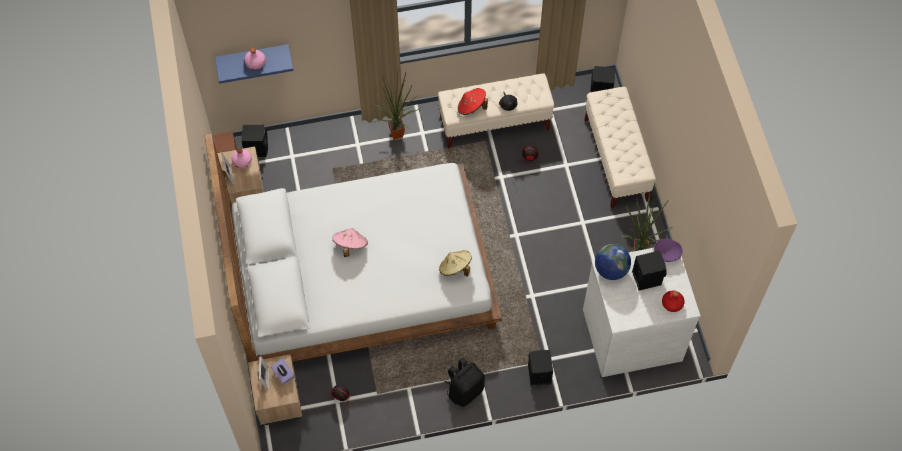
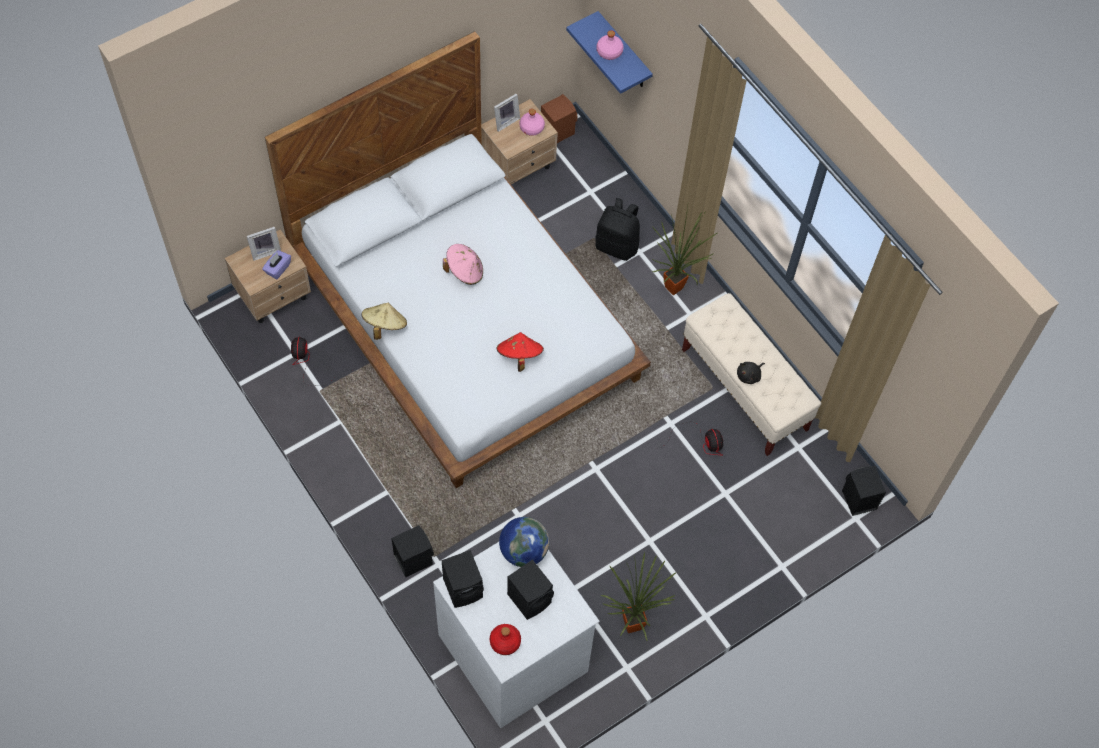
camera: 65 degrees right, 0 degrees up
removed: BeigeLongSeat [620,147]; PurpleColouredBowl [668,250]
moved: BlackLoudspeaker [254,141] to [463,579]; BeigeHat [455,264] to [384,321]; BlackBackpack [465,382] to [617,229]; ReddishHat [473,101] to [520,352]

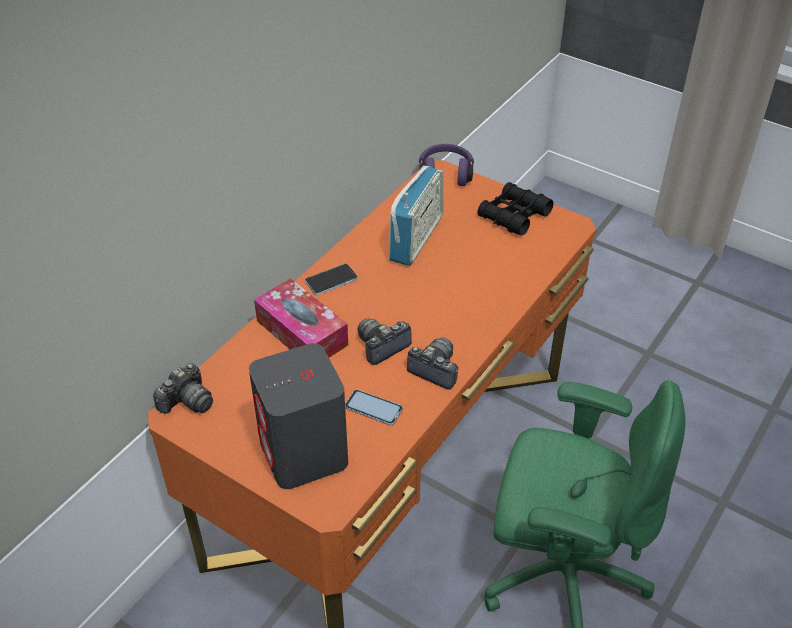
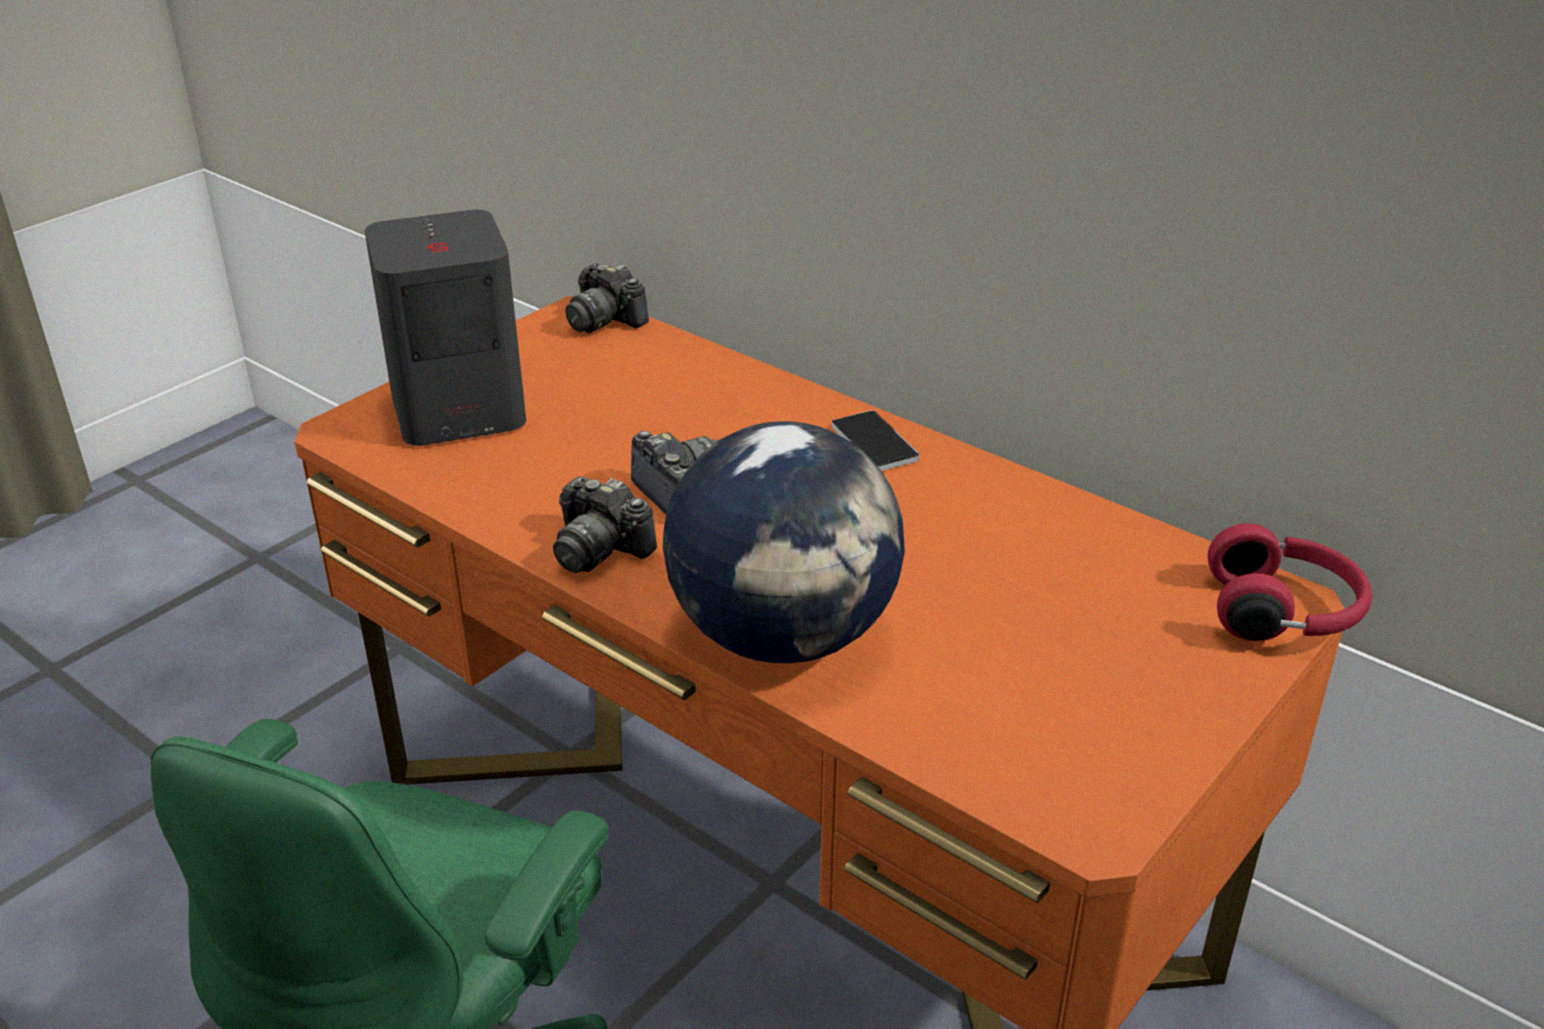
camera: 95 degrees right, 10 degrees down
removed: BoxOfTissues [301,318]; Handset [374,407]; RadioSet [416,215]; BlackPairOfBinoculars [515,209]
added: Globe [784,542]
recoloured: PurpleColouredPairOfHeadphones [446,165] to ReddishPairOfHeadphones [1290,582]
turned: StillCamera [433,364] = [605,524] 90 degrees clockwise

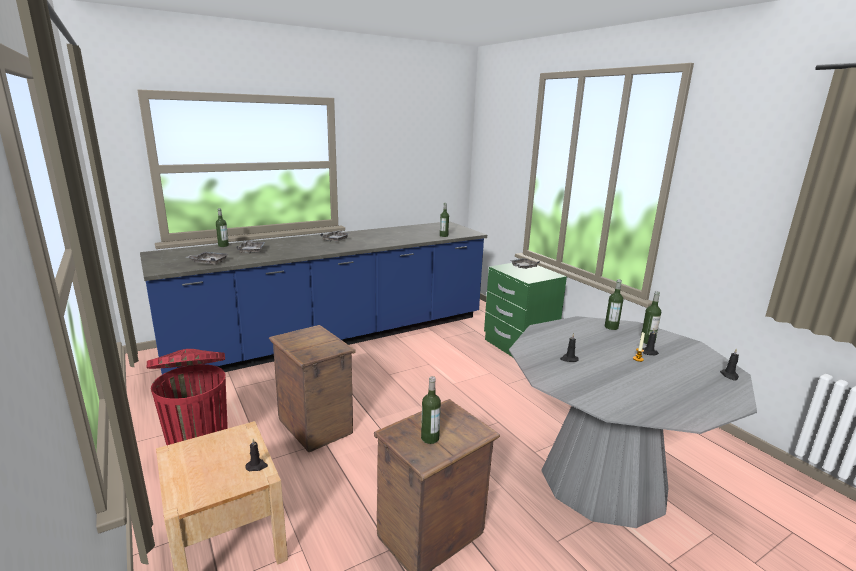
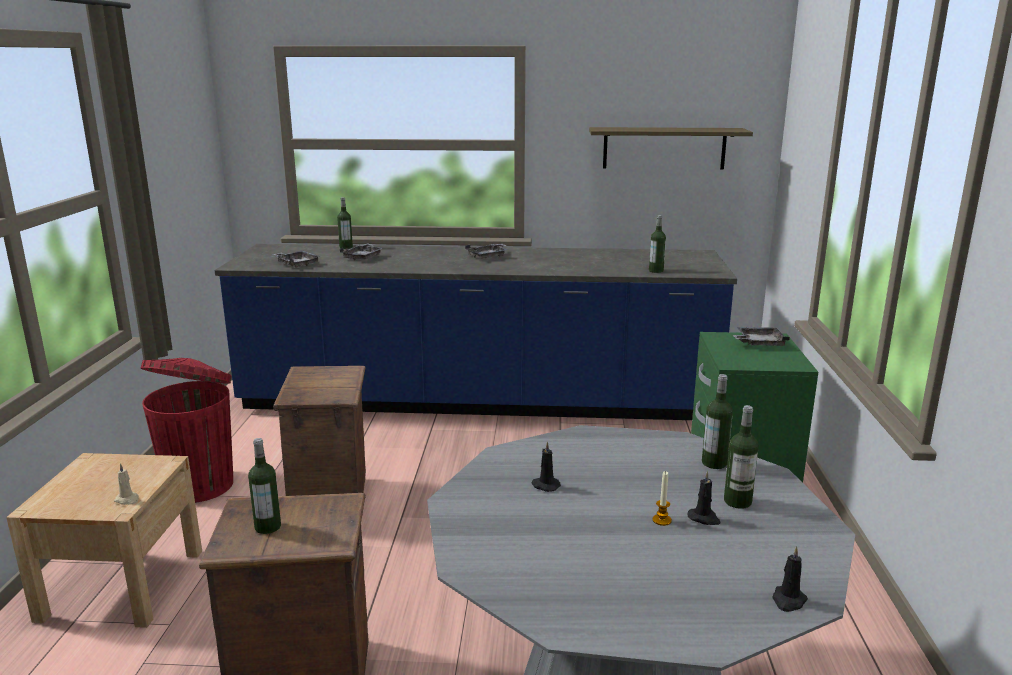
camera: 35 degrees right, 0 degrees up
added: Shelf [671,148]
recoloured: BlackWaxCandle [257,455] to BeigeWaxCandle [126,484]

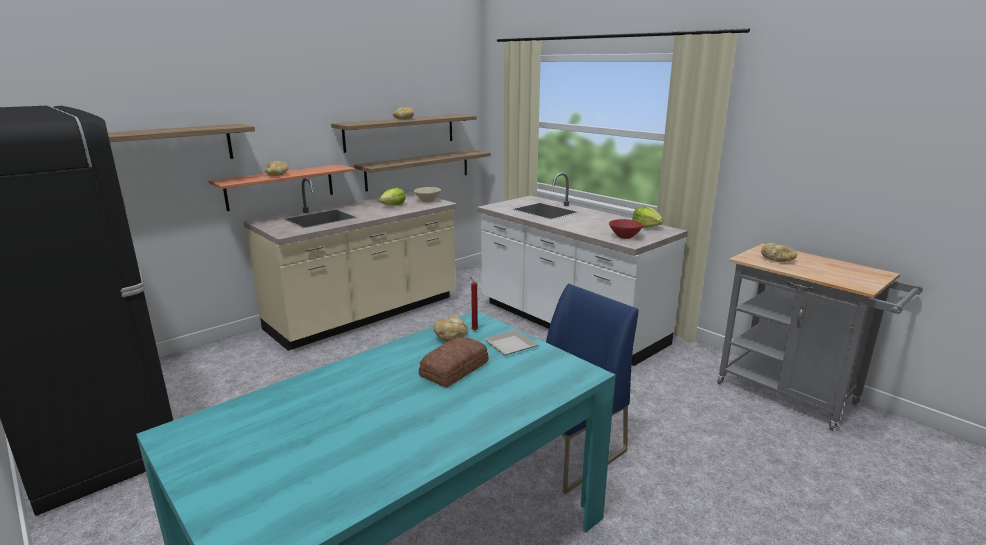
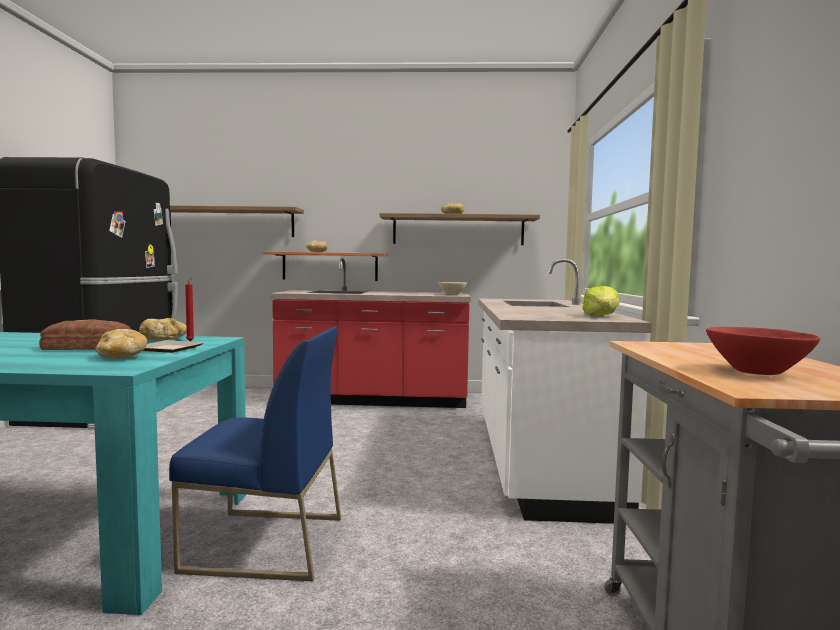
camera: 45 degrees right, 15 degrees down
removed: Shelf [422,170]; LettuceHead [392,196]
moved: ReddishBowl [626,229] to [763,351]; Bread [779,252] to [121,344]
recoloured: BeigeKitchenCounter [350,264] to ReddishKitchenCounter [370,333]

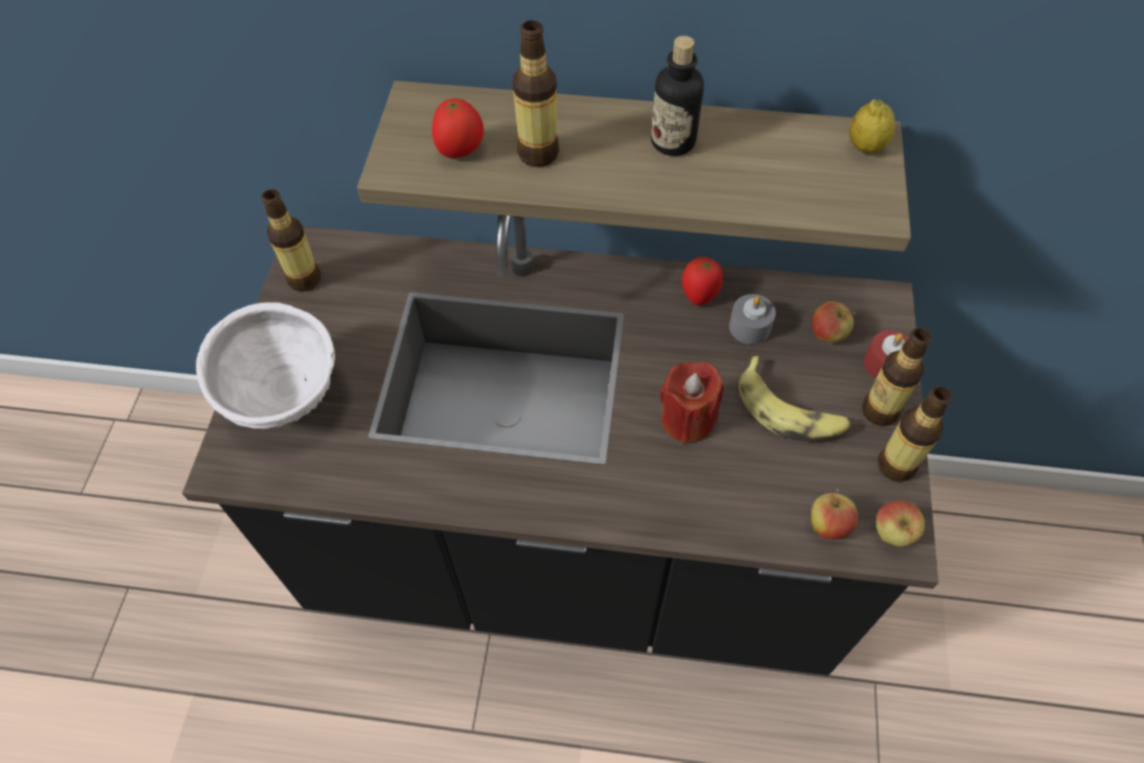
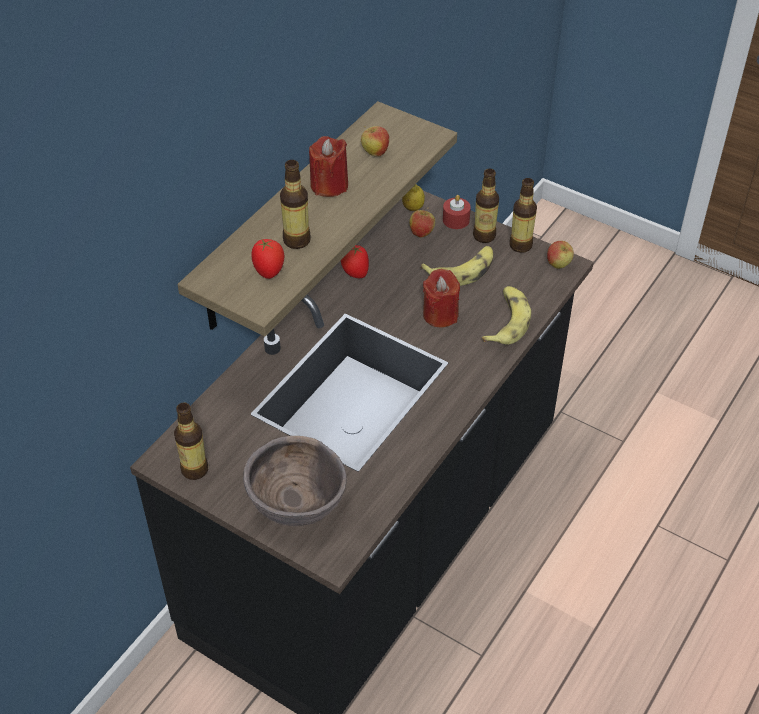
camera: 65 degrees left, 10 degrees down
removed: GreyWaxCandle [752,319]
added: WholeBanana [506,315]
moved: WholeApple [834,514] to [375,141]; WholeLemon [872,126] to [413,197]
replaced: DrinkBottle [677,96] to ReddishWaxCandle [328,166]
recoloured: WhiteBowl [265,366] to BrownishBowl [295,481]

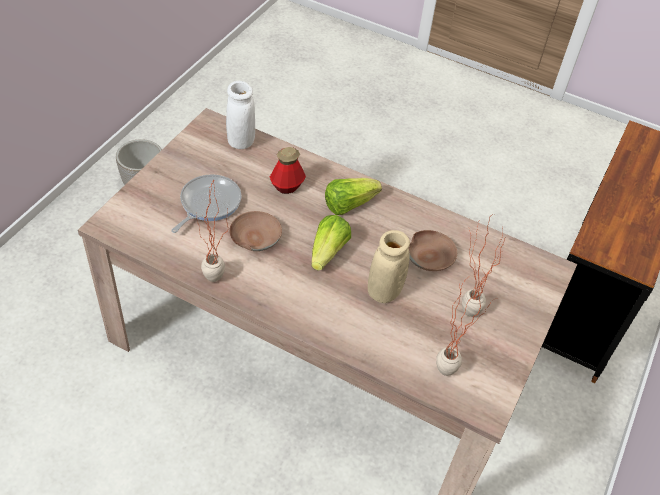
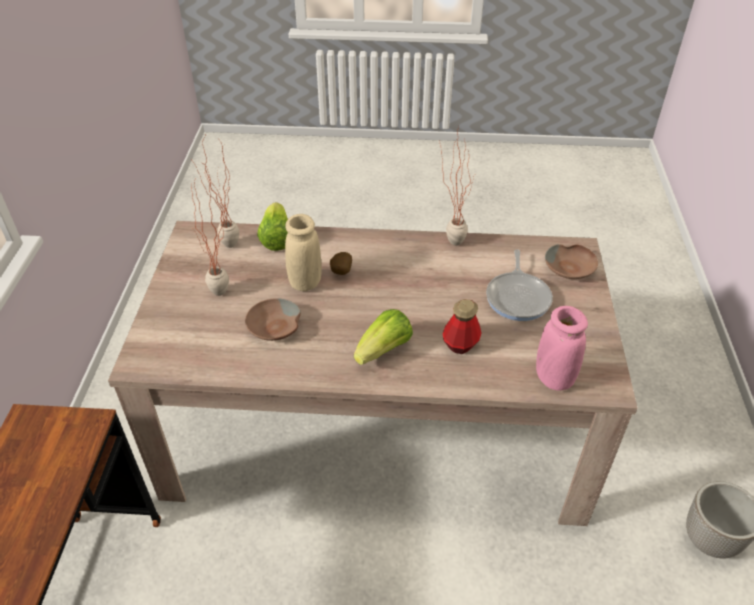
camera: 160 degrees right, 5 degrees down
added: WholePotato [341,263]
moved: BrownishBowl [255,231] to [571,261]; LettuceHead [331,243] to [272,226]
recoloured: WhiteVase [240,115] to PinkishVase [562,348]

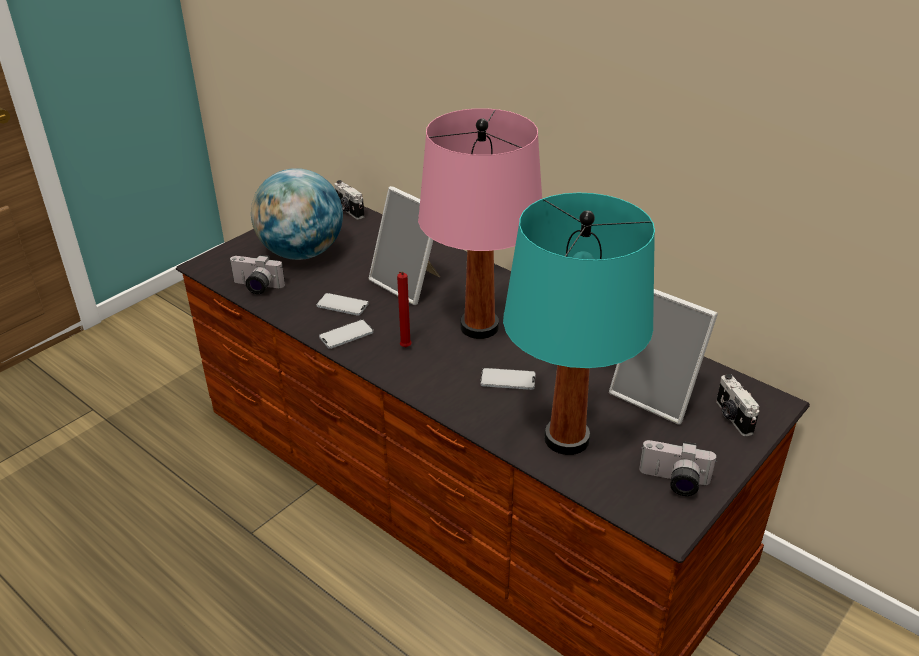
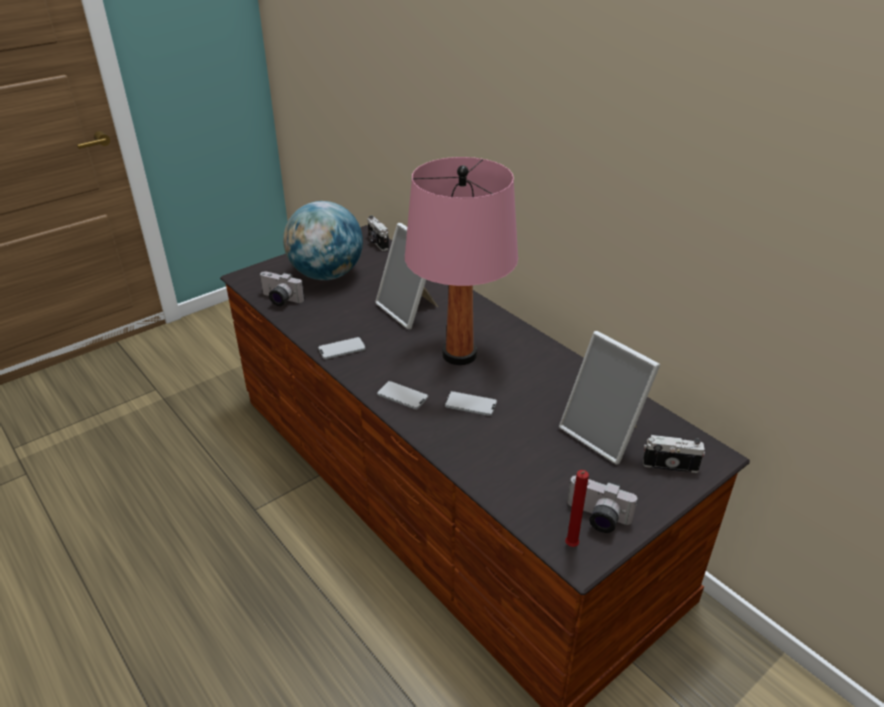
camera: 10 degrees right, 0 degrees up
removed: BlueGreenTabletopLamp [579,324]
moved: Handset [342,304] to [402,395]; ReddishWaxCandle [404,309] to [577,508]
turned: StillCamera [737,405] = [674,454] 105 degrees clockwise

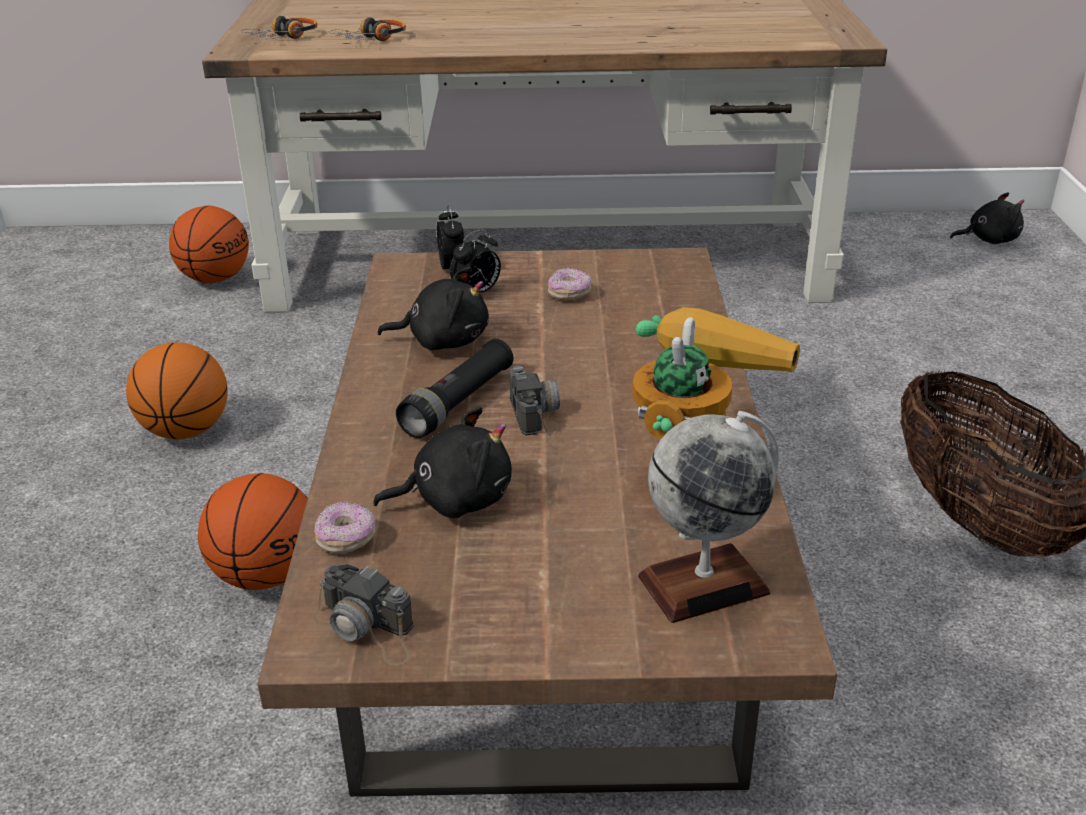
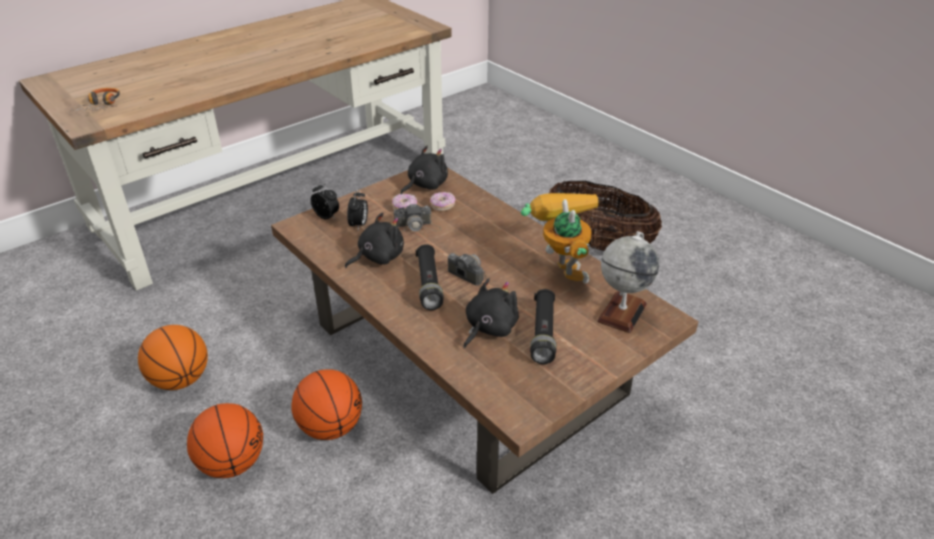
camera: 40 degrees left, 5 degrees up
removed: PairOfHeadphones [367,29]
added: BlackHandTorch [543,326]
moved: BasketballBall [209,244] to [225,440]; StillCamera [363,615] to [417,218]; Doughnut [344,527] to [442,202]; BlackCuddlyToy [987,218] to [424,170]

